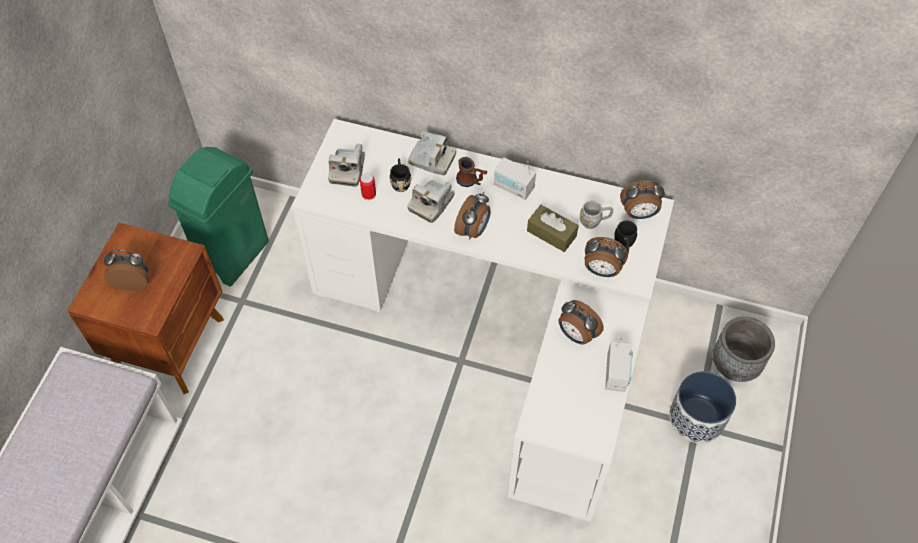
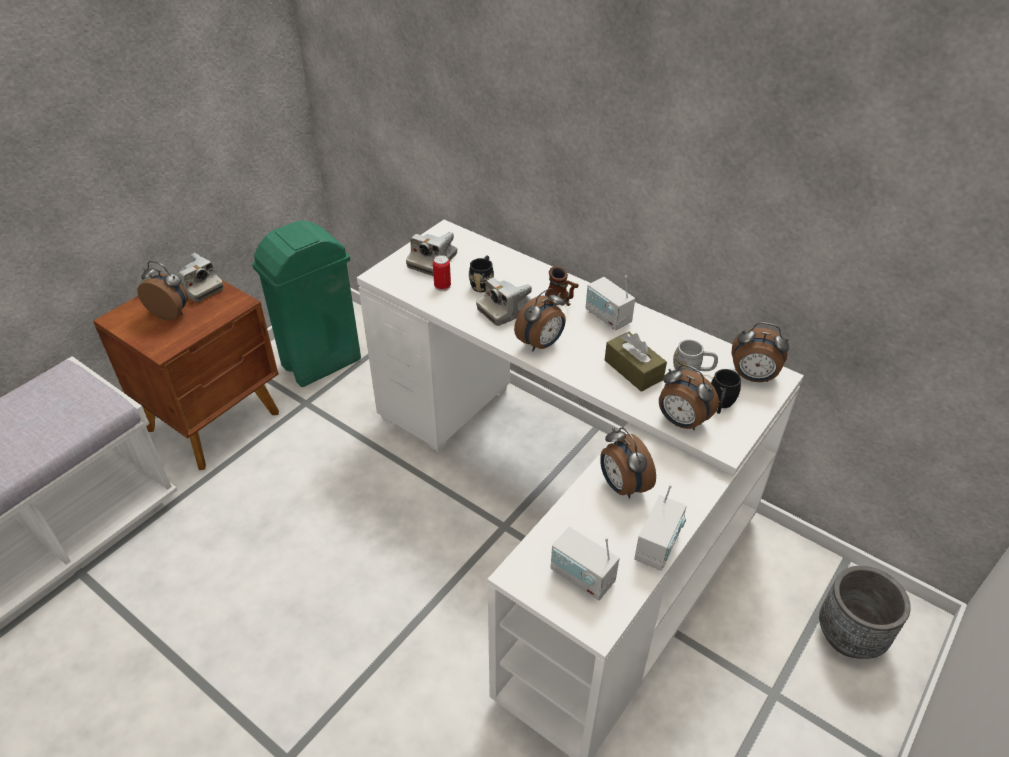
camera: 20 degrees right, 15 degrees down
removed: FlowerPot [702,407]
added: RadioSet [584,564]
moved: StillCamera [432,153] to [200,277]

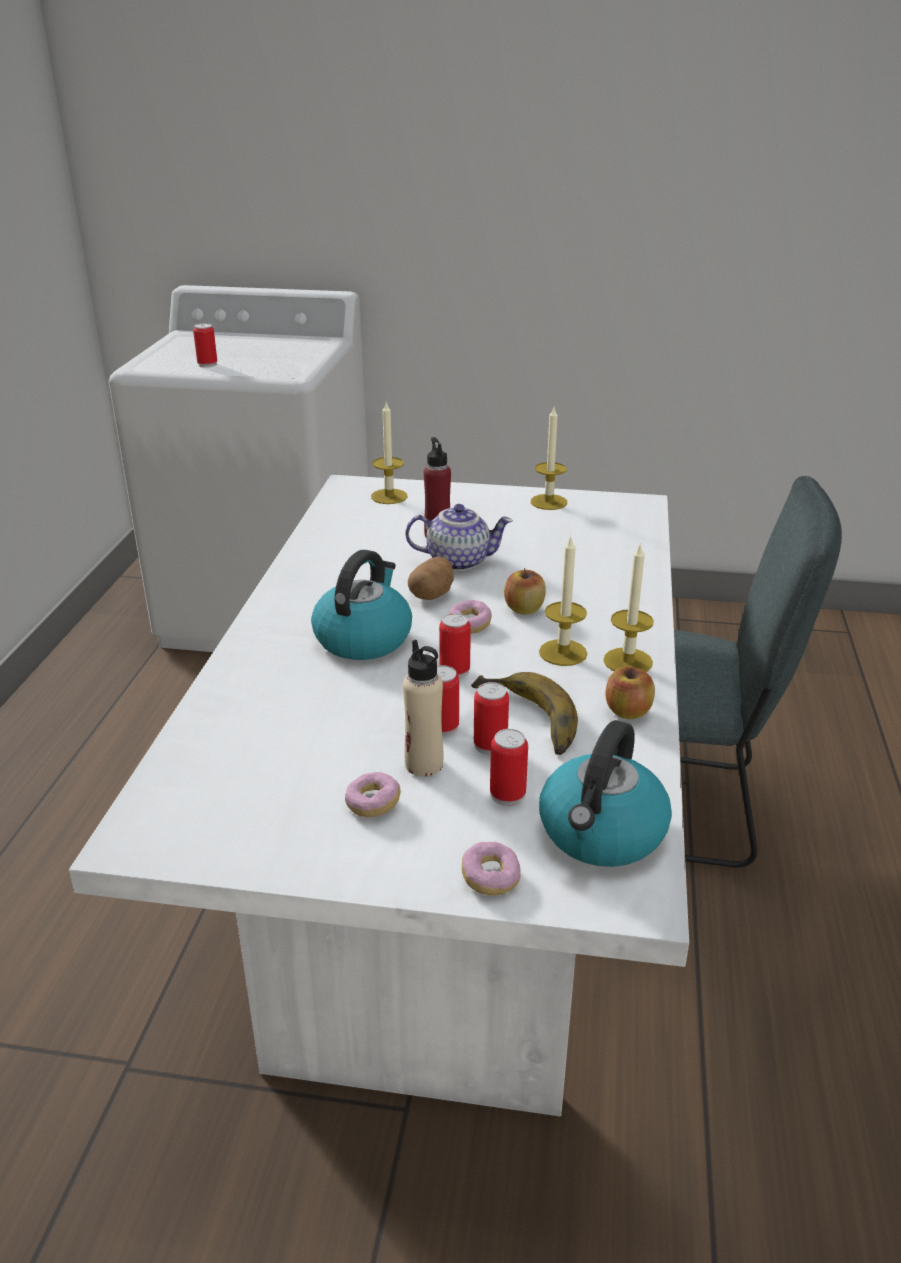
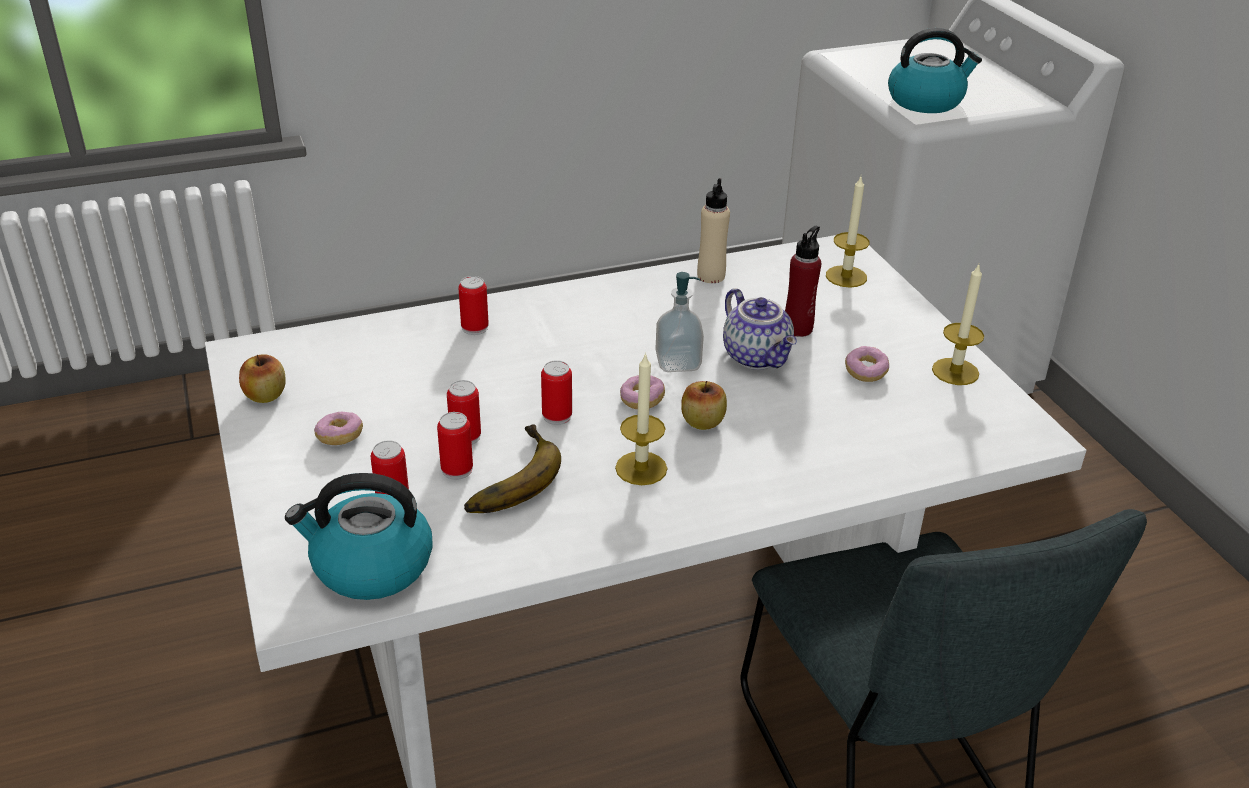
camera: 60 degrees right, 5 degrees up
removed: WaxCandle [628,607]
moved: Can [205,345] to [473,305]; Kettle [361,605] to [935,70]; BeigeDrinkBottle [423,708] to [713,230]; Doughnut [491,869] to [867,364]; WholeApple [630,693] to [262,378]
replaced: WholePotato [431,578] to LiquidSoapBottle [679,322]

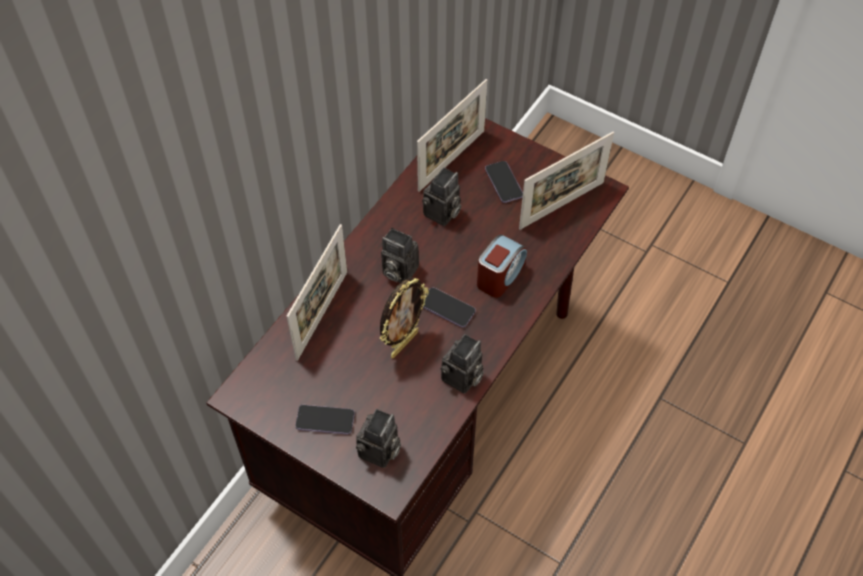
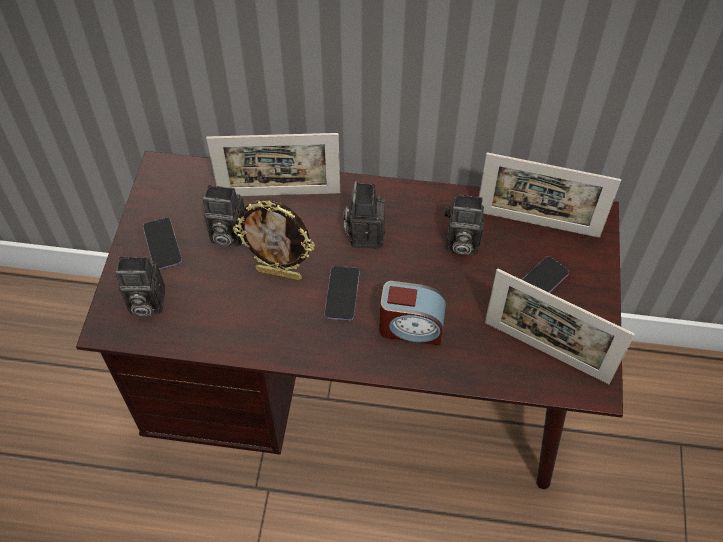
camera: 65 degrees right, 0 degrees up
moved: StillCamera [462,364] to [223,215]

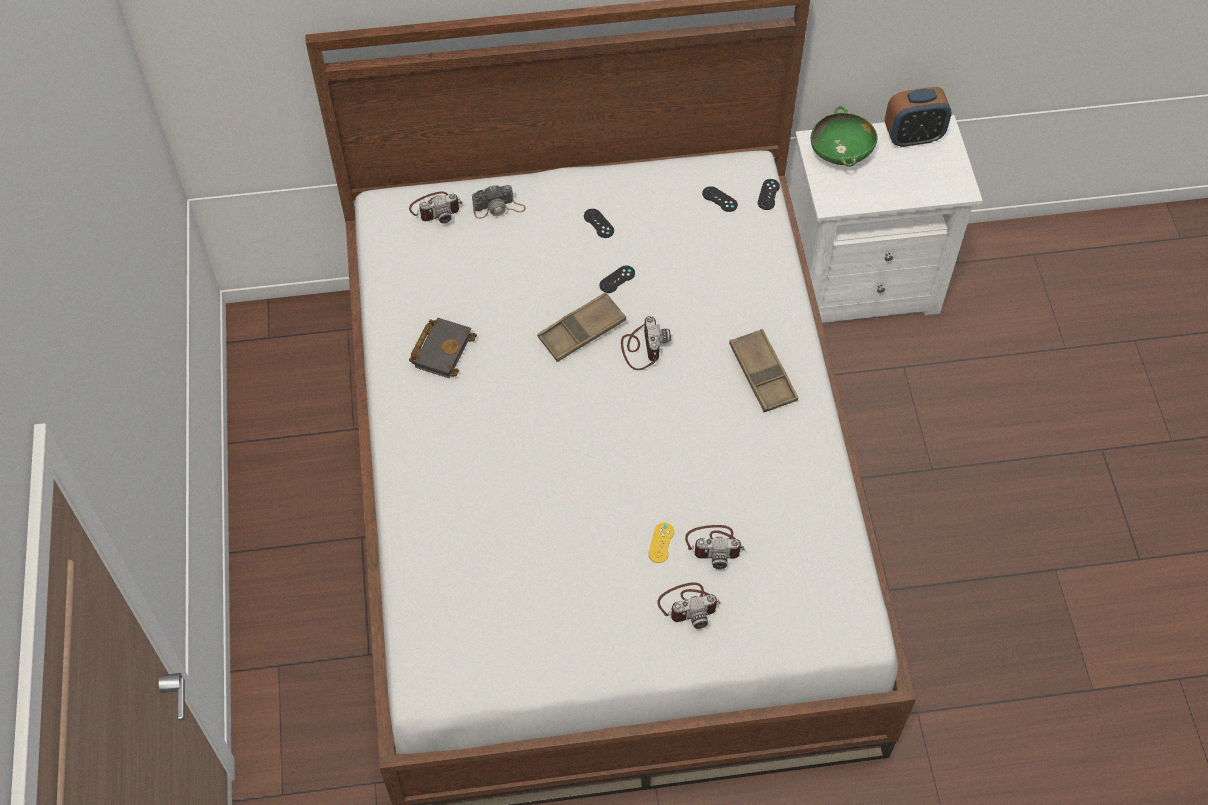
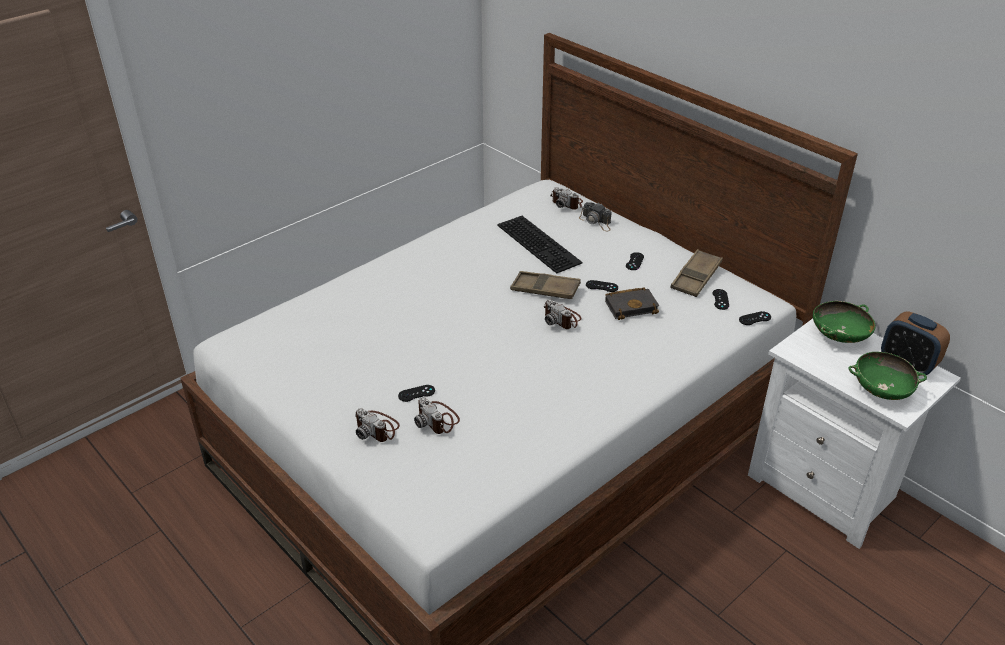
camera: 55 degrees right, 20 degrees down
added: ComputerKeyboard [540,245]; GreenishBowl [887,376]
moved: BlackBook [443,348] to [632,303]; BrownishCarryingTray [763,370] to [696,273]
recoloured: YellowJoypad [661,542] to BlackJoypad [416,393]
turned: StillCamera [646,343] = [563,314] 90 degrees clockwise

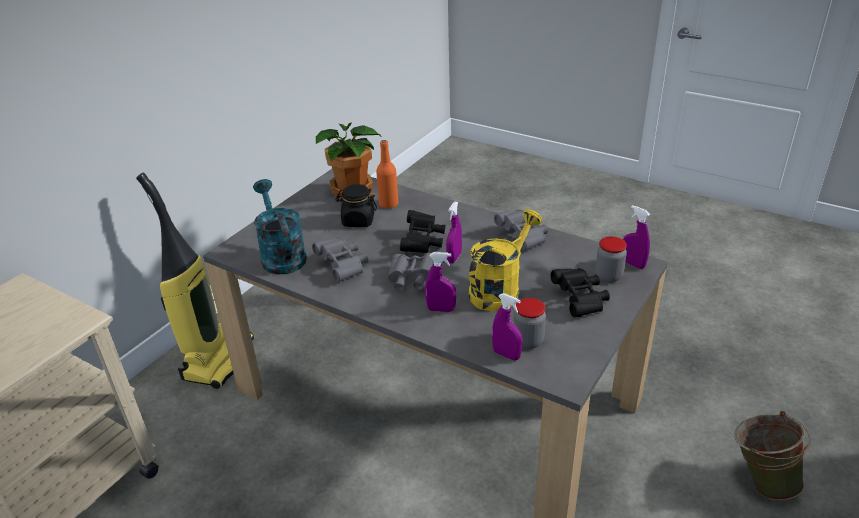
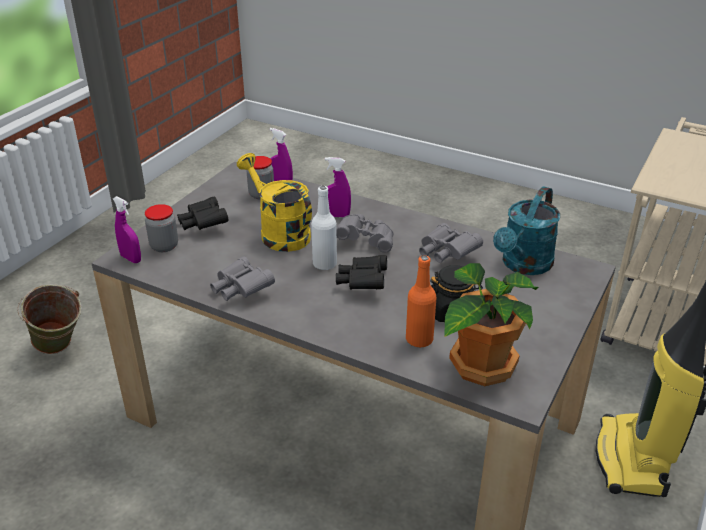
camera: 175 degrees right, 0 degrees up
replaced: PurpleColouredSprayer [454,232] to WhiteDrinkBottle [324,228]
turned: BlueGreenWateringPot [280,226] = [526,230] 60 degrees clockwise; YellowWateringPot [505,260] = [274,202] 105 degrees clockwise

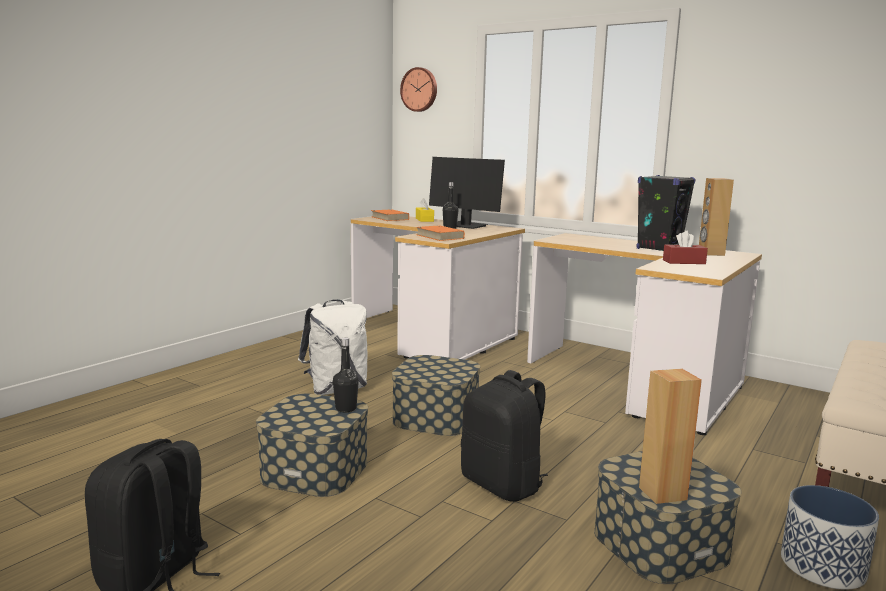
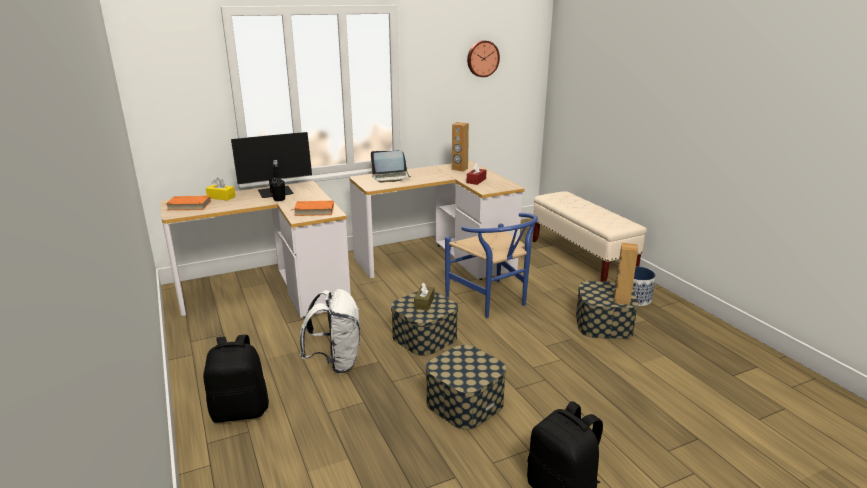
camera: 60 degrees left, 10 degrees up
removed: BlackDrinkBottle [346,374]; BlackLoudspeaker [666,213]
added: PortableComputer [391,166]; BrownishBoxOfTissues [424,296]; BluishPlainChair [491,265]
moved: ClockOnTheWall [418,89] to [483,59]; BlackBackpack [504,436] to [236,379]

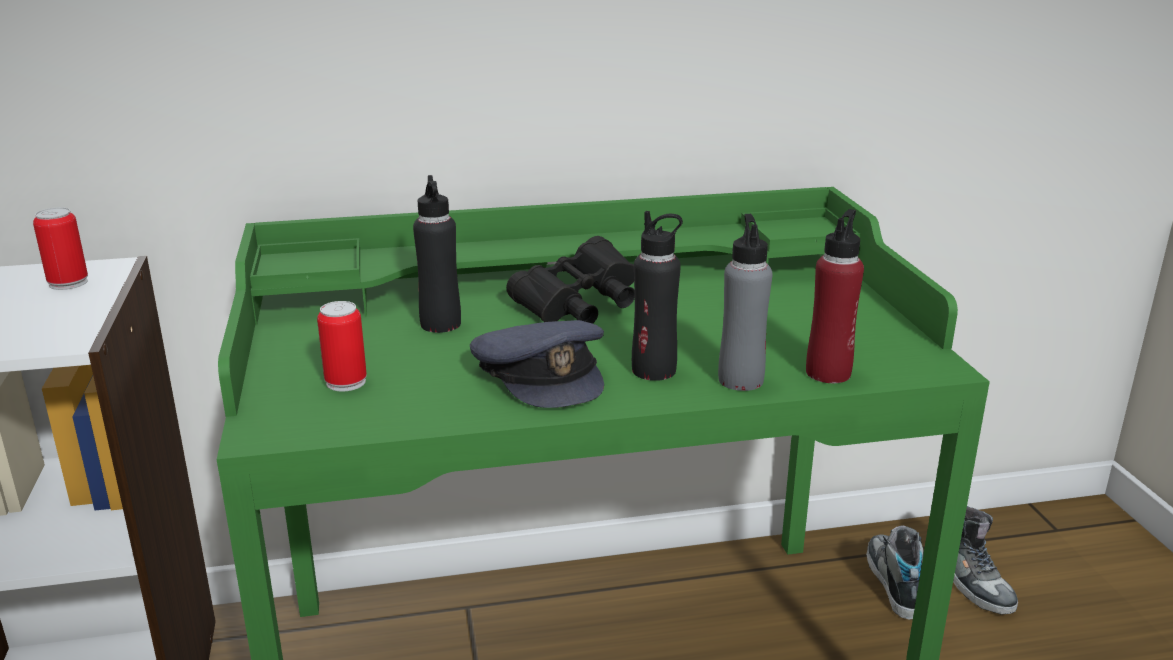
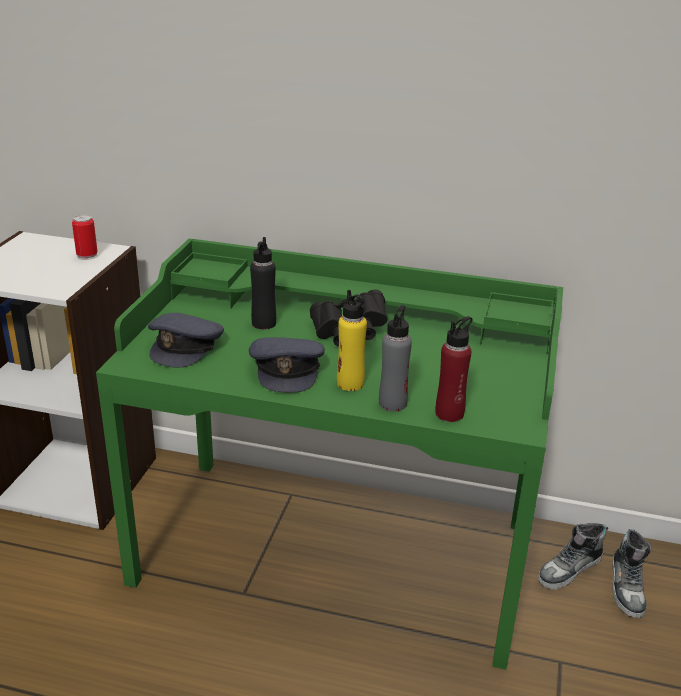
camera: 25 degrees right, 5 degrees up
replaced: Can [342,346] to GreyCap [186,340]
recoloured: BlackDrinkBottle [657,296] to YellowDrinkBottle [352,340]
turned: Shoe [895,573] = [573,556] 150 degrees counterclockwise

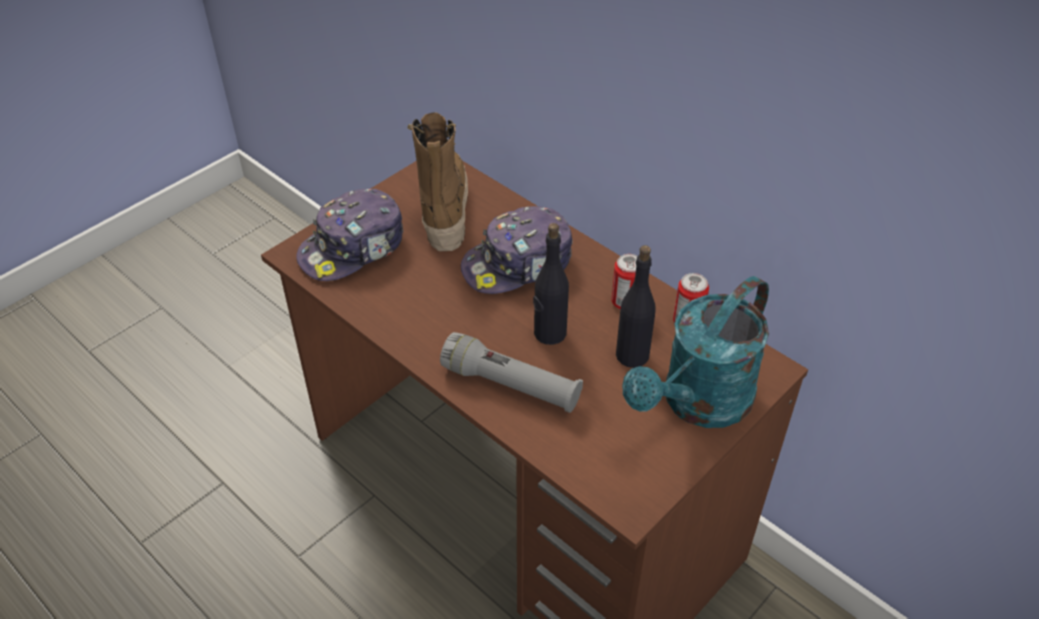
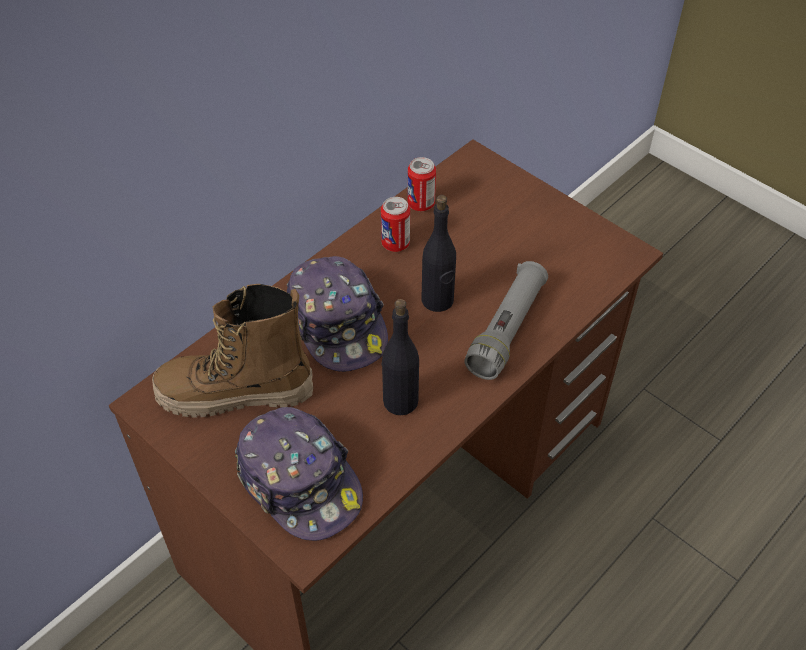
camera: 90 degrees left, 5 degrees up
removed: BlueGreenWateringPot [695,352]
moved: BlackDrinkBottle [636,306] to [400,357]

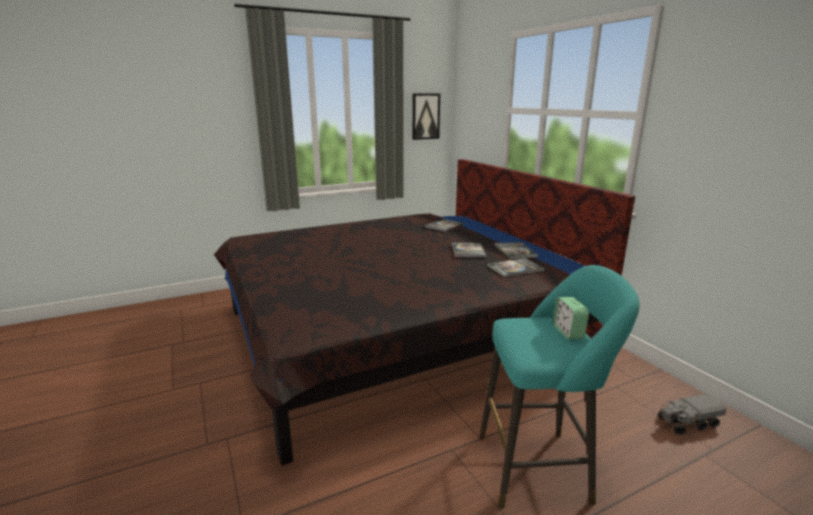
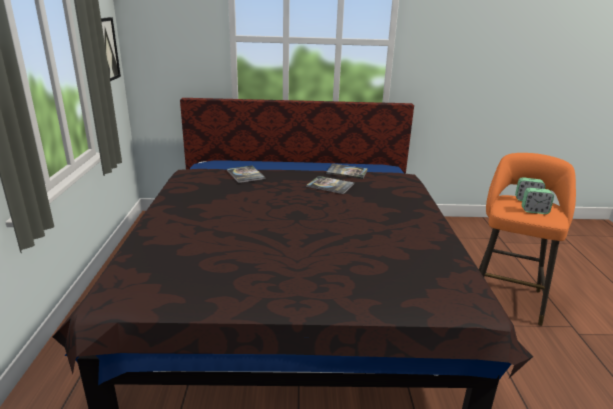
camera: 65 degrees left, 5 degrees up
removed: Book [516,267]; ModelTruck [692,414]
added: AlarmClock [538,201]
recoloured: BlueGreenStoolSeat [559,387] to OrangeStoolSeat [527,239]

